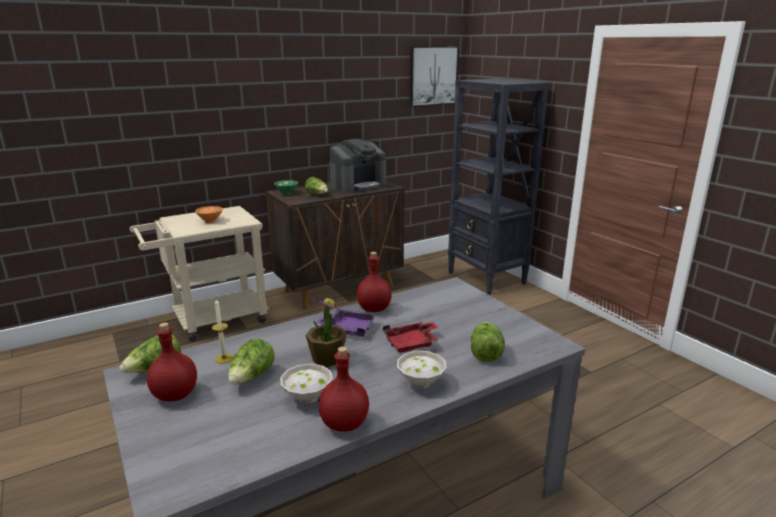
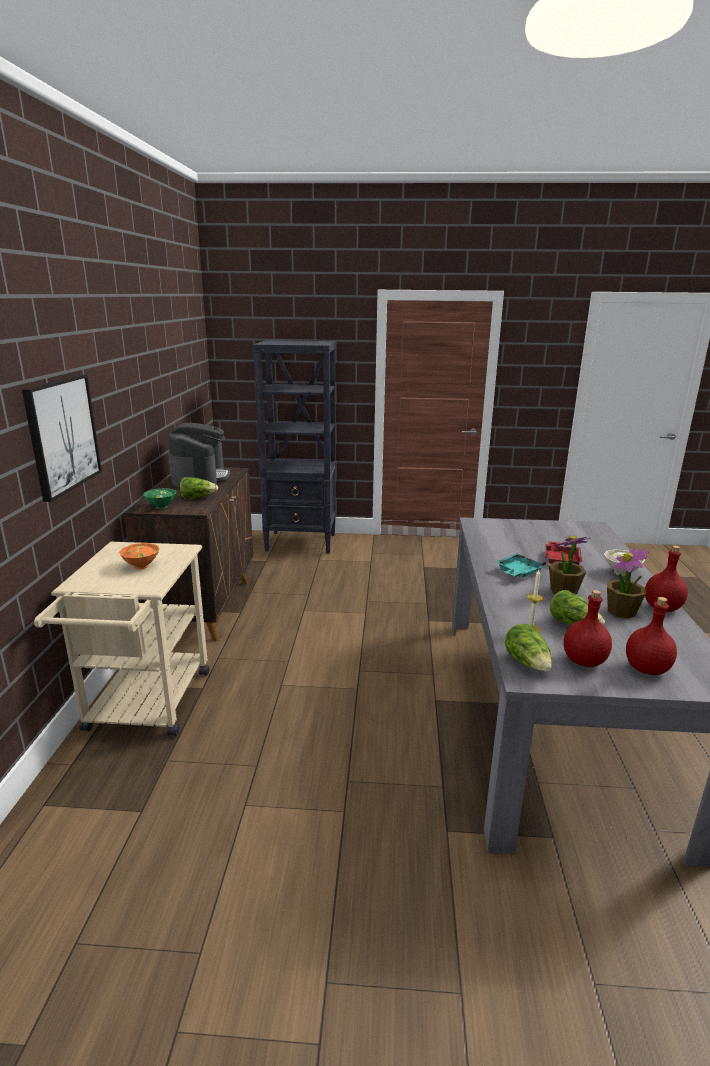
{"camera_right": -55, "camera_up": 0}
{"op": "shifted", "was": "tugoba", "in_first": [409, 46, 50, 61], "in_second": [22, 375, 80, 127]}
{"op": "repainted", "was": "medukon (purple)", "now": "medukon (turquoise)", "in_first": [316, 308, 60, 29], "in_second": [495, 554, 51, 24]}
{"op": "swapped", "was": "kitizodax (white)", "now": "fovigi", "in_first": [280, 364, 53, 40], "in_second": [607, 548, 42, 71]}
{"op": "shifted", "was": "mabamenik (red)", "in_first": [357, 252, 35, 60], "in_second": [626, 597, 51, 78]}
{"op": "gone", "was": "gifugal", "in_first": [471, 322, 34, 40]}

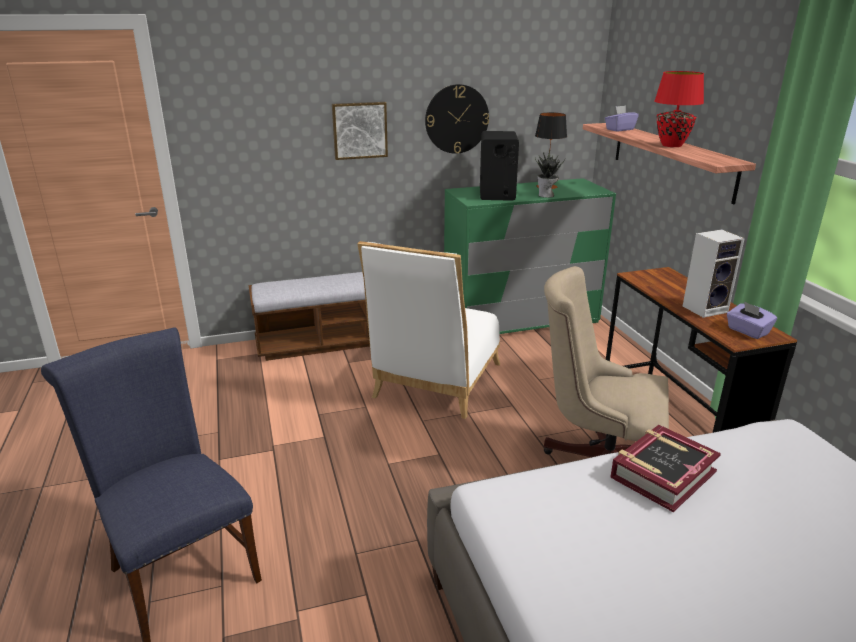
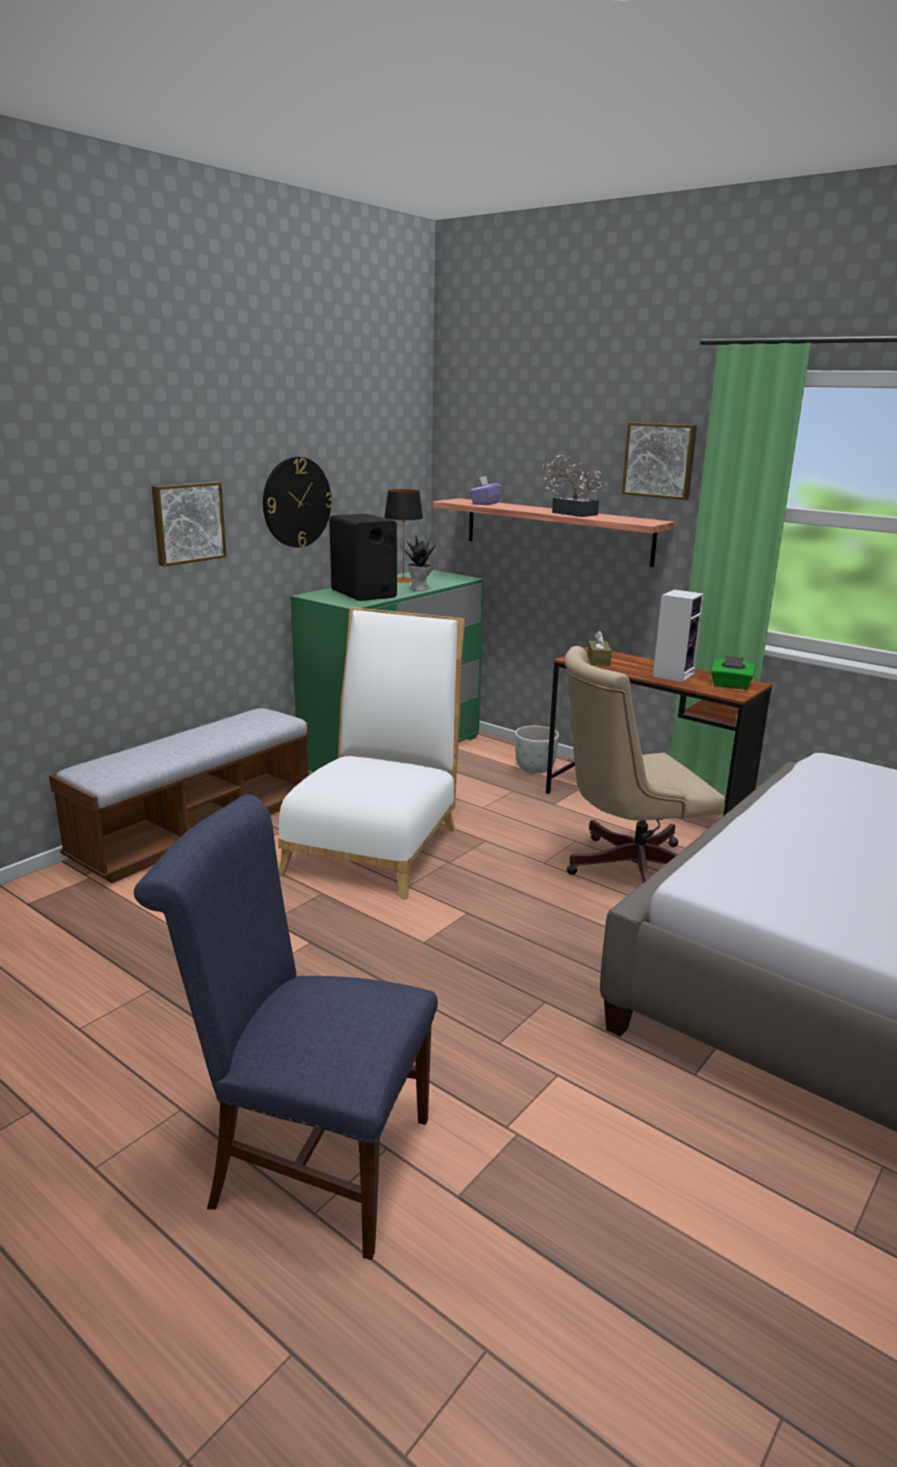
{"camera_right": -35, "camera_up": -5}
{"op": "rotated", "was": "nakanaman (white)", "in_first": [357, 241, 143, 178], "in_second": [278, 607, 187, 293], "clockwise": -150}
{"op": "new", "now": "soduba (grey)", "in_second": [515, 726, 44, 48]}
{"op": "swapped", "was": "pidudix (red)", "now": "fovigi", "in_first": [654, 71, 50, 76], "in_second": [542, 455, 66, 62]}
{"op": "new", "now": "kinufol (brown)", "in_second": [588, 630, 24, 36]}
{"op": "new", "now": "tugoba", "in_second": [622, 422, 75, 78]}
{"op": "repainted", "was": "kinufol (purple)", "now": "kinufol (green)", "in_first": [727, 301, 50, 38], "in_second": [711, 655, 45, 35]}
{"op": "gone", "was": "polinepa", "in_first": [610, 425, 111, 87]}

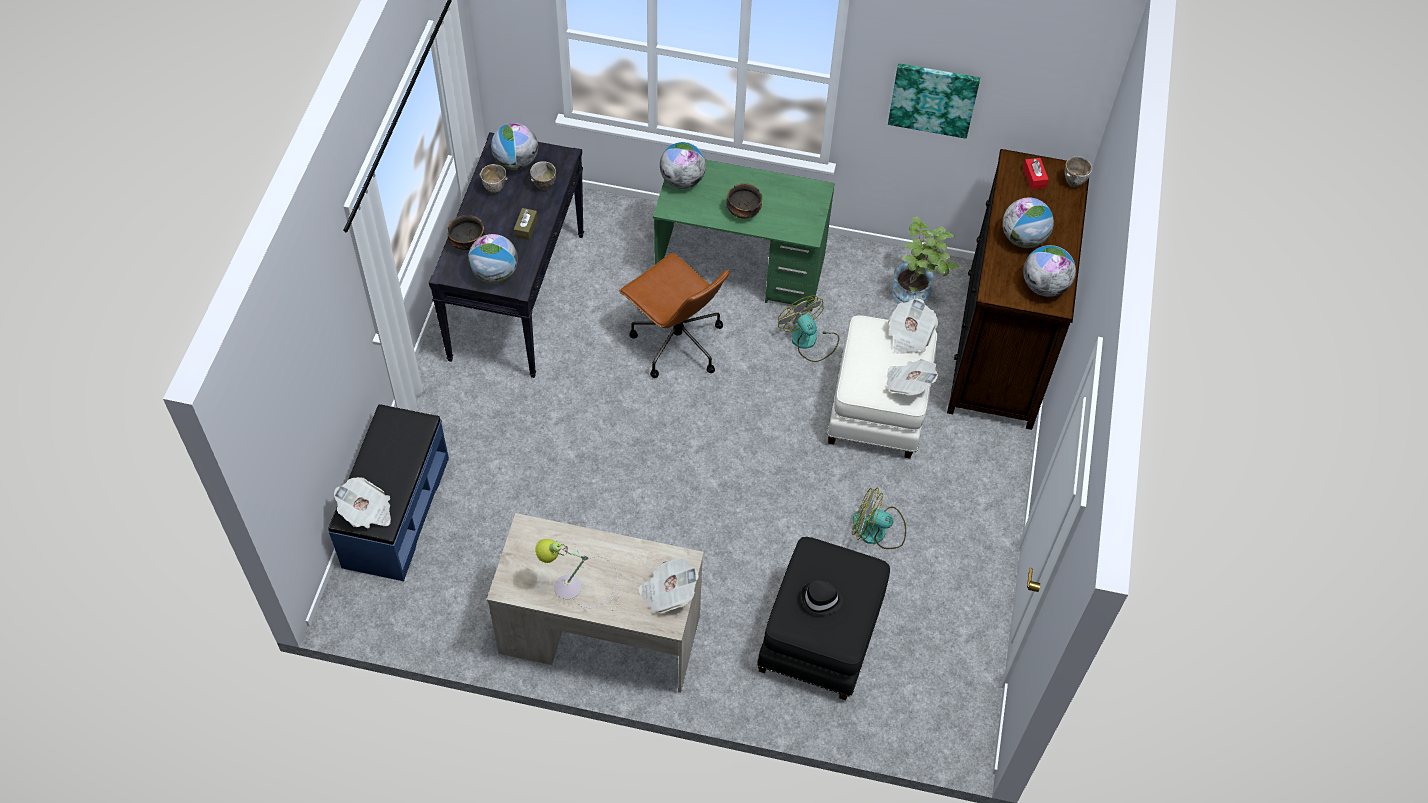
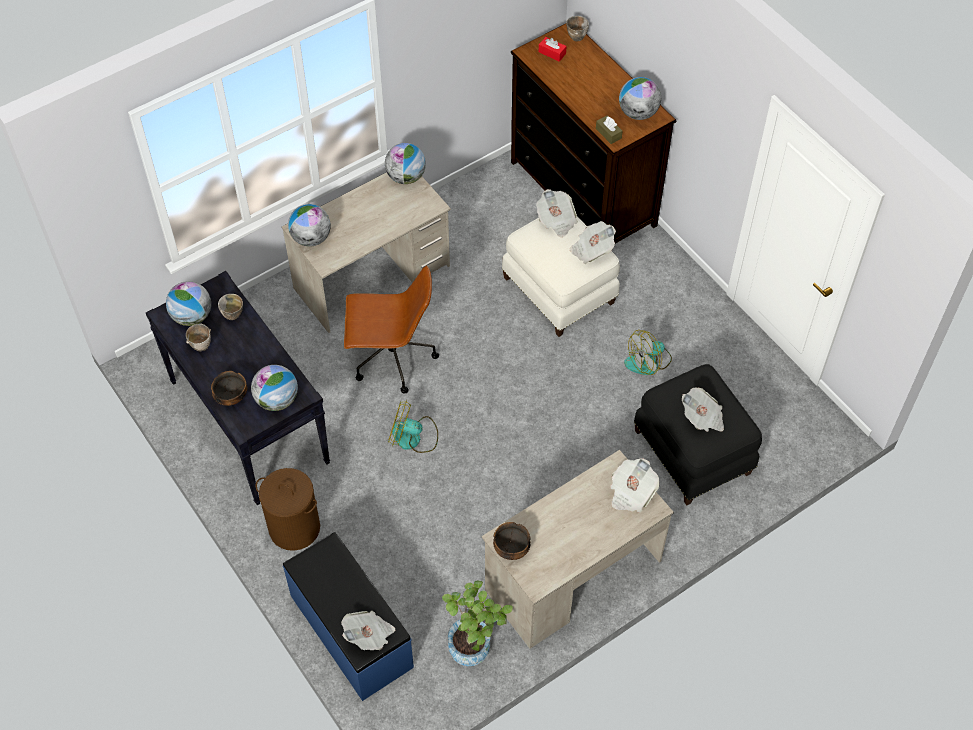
{"camera_right": -45, "camera_up": 0}
{"op": "new", "now": "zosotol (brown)", "in_second": [256, 468, 64, 83]}
{"op": "repainted", "was": "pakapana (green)", "now": "pakapana (beige)", "in_first": [653, 160, 182, 152], "in_second": [282, 172, 169, 161]}
{"op": "shifted", "was": "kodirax", "in_first": [1002, 198, 52, 50], "in_second": [385, 143, 41, 41]}
{"op": "shifted", "was": "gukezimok", "in_first": [778, 295, 61, 67], "in_second": [388, 400, 50, 53]}
{"op": "shifted", "was": "fovigi", "in_first": [892, 216, 67, 87], "in_second": [442, 581, 71, 85]}
{"op": "shifted", "was": "kitizodax", "in_first": [726, 184, 36, 35], "in_second": [493, 522, 38, 38]}
{"op": "shifted", "was": "kinufol (brown)", "in_first": [514, 208, 24, 32], "in_second": [596, 116, 27, 28]}
{"op": "swapped", "was": "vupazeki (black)", "now": "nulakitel", "in_first": [801, 580, 42, 36], "in_second": [682, 387, 42, 45]}
{"op": "gone", "was": "pidudix", "in_first": [535, 538, 84, 73]}
{"op": "gone", "was": "tugoba", "in_first": [888, 63, 92, 76]}

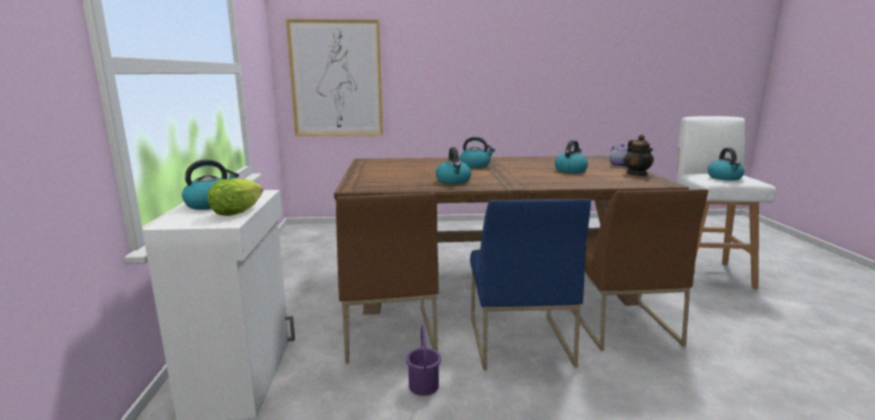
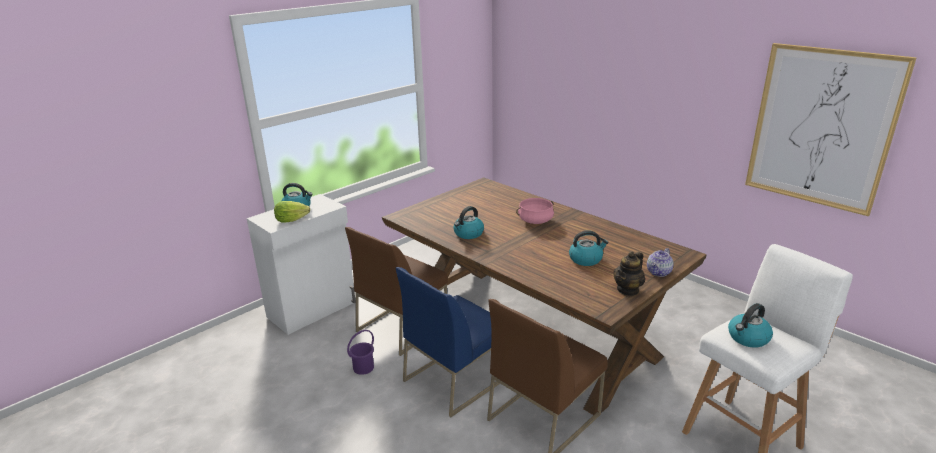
{"camera_right": 50, "camera_up": 10}
{"op": "swapped", "was": "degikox", "now": "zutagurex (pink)", "in_first": [460, 137, 35, 31], "in_second": [516, 198, 38, 26]}
{"op": "shifted", "was": "tugoba", "in_first": [286, 19, 97, 117], "in_second": [745, 43, 172, 173]}

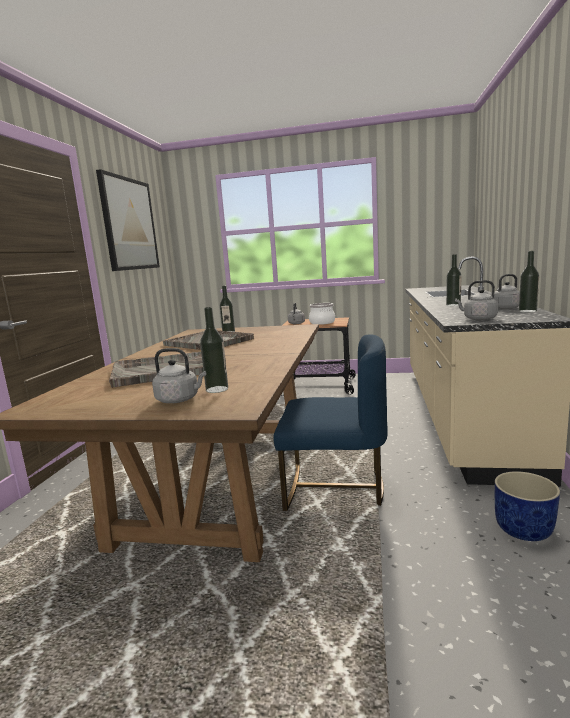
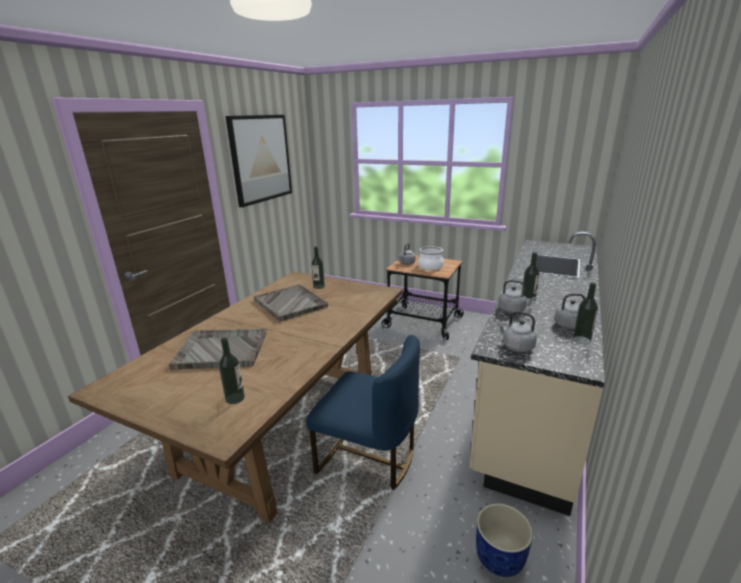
{"camera_right": 15, "camera_up": 10}
{"op": "shifted", "was": "degikox (grey)", "in_first": [152, 348, 54, 55], "in_second": [498, 280, 38, 33]}

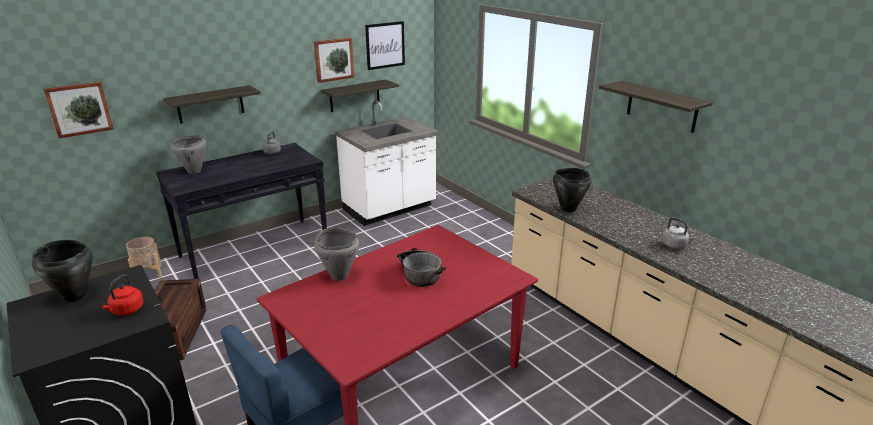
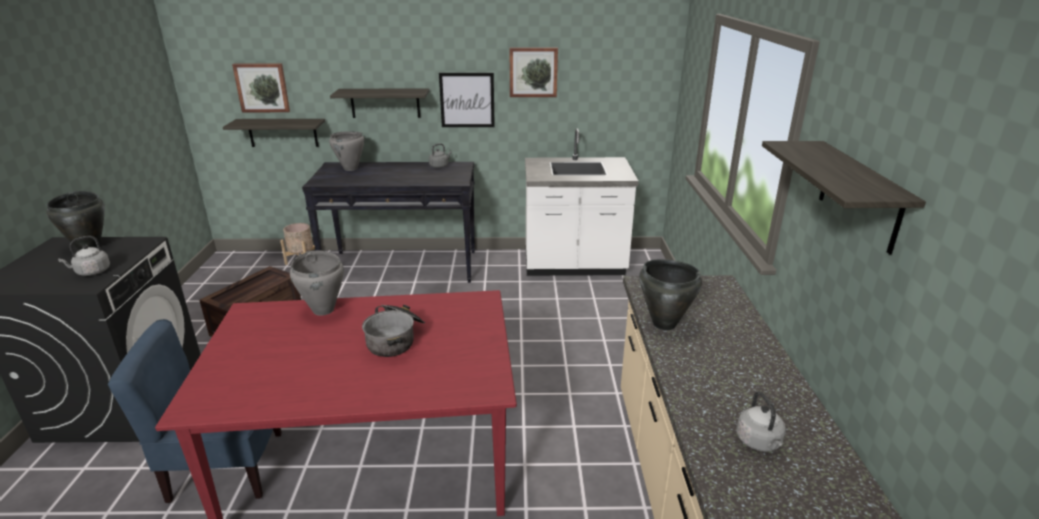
{"camera_right": 35, "camera_up": 0}
{"op": "repainted", "was": "degikox (red)", "now": "degikox (grey)", "in_first": [101, 275, 43, 41], "in_second": [58, 236, 52, 40]}
{"op": "shifted", "was": "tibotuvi", "in_first": [321, 79, 78, 33], "in_second": [223, 119, 102, 28]}
{"op": "shifted", "was": "tugoba", "in_first": [365, 21, 40, 49], "in_second": [439, 73, 56, 54]}

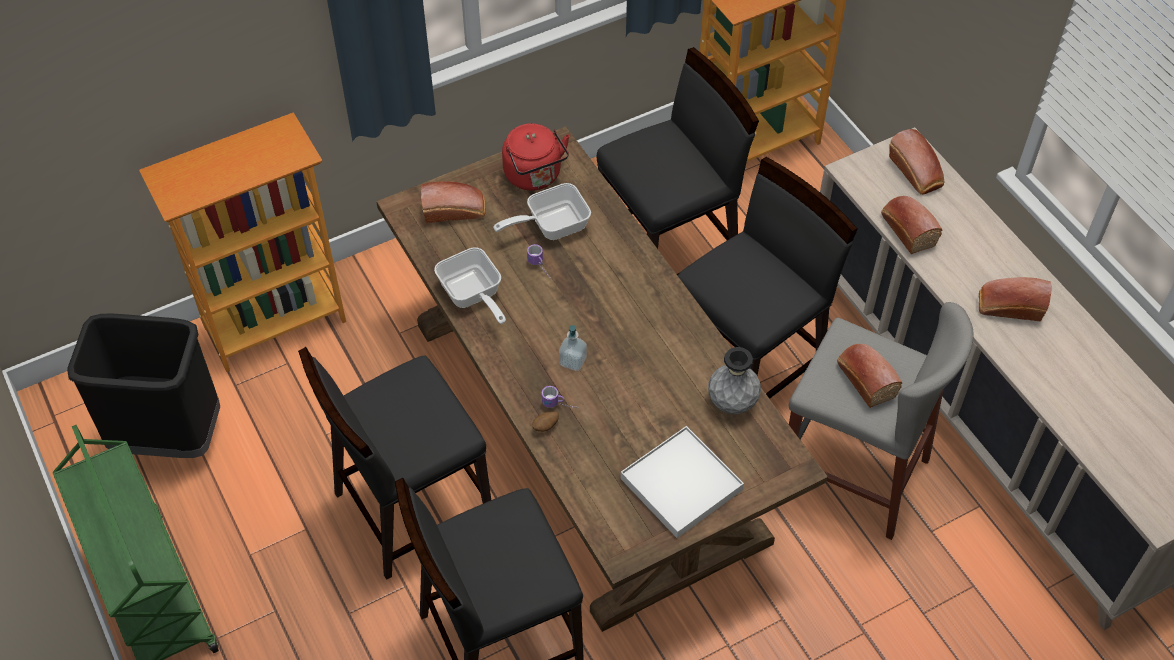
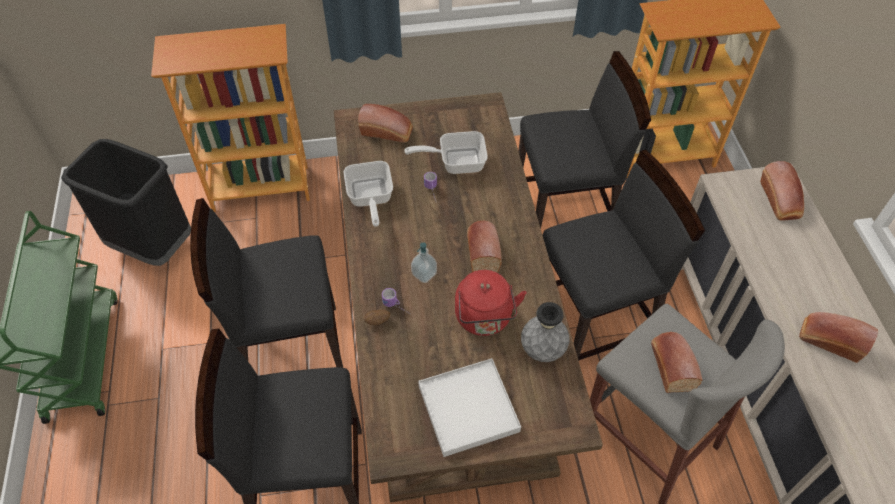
{"camera_right": 20, "camera_up": 0}
{"op": "shifted", "was": "degikox (red)", "in_first": [502, 123, 68, 67], "in_second": [455, 270, 71, 66]}
{"op": "shifted", "was": "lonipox", "in_first": [881, 196, 61, 58], "in_second": [467, 221, 35, 52]}

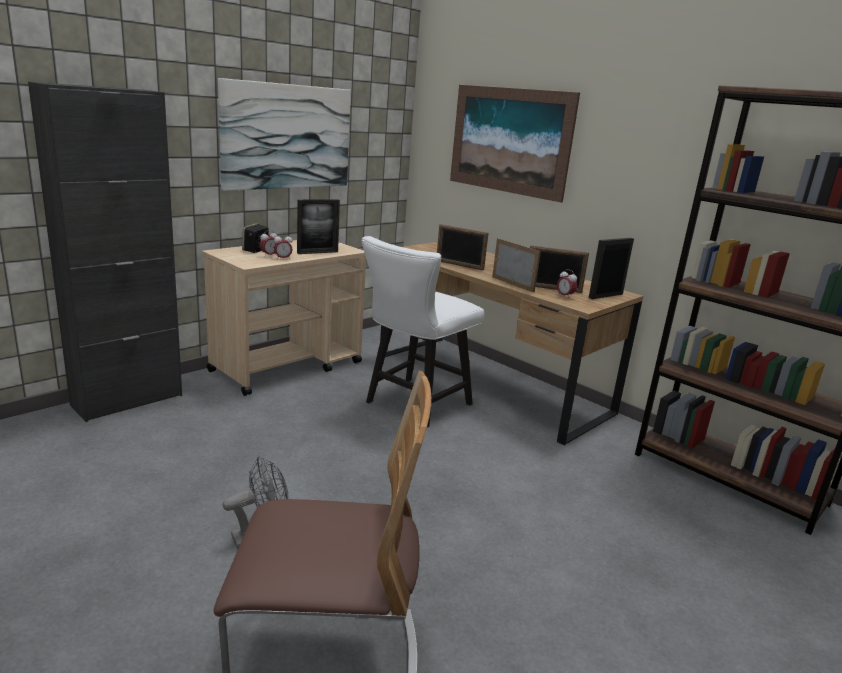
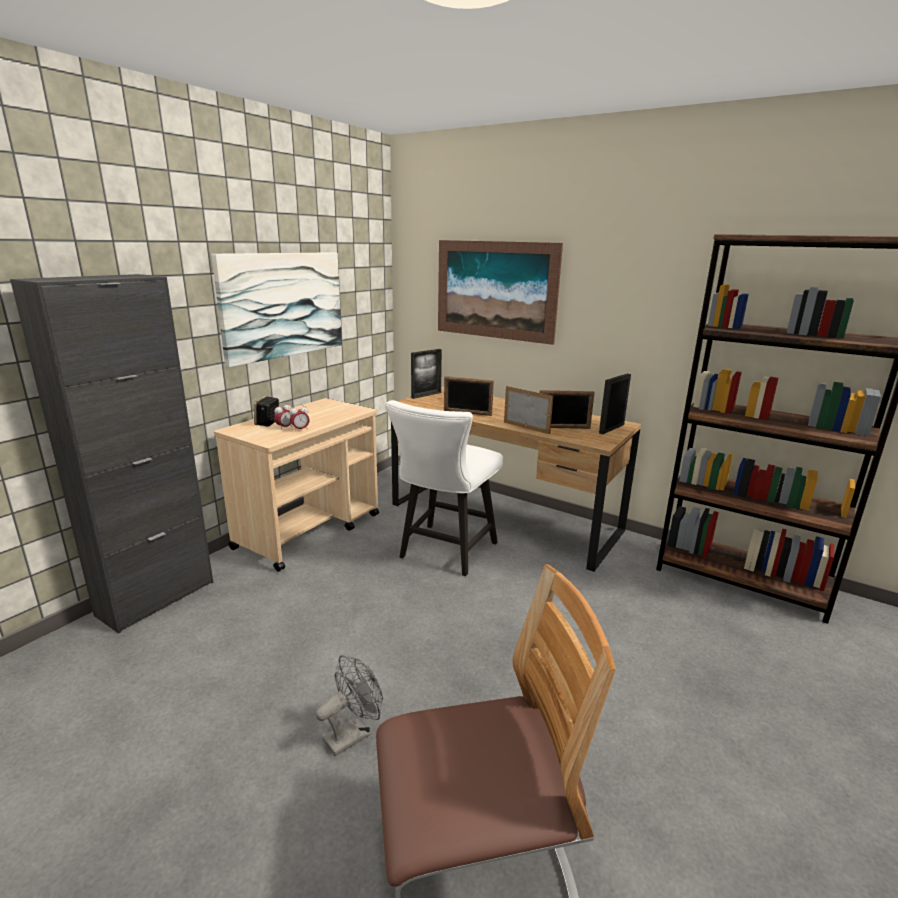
{"camera_right": -10, "camera_up": 0}
{"op": "shifted", "was": "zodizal", "in_first": [297, 199, 43, 55], "in_second": [411, 349, 31, 50]}
{"op": "gone", "was": "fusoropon", "in_first": [557, 269, 20, 30]}

